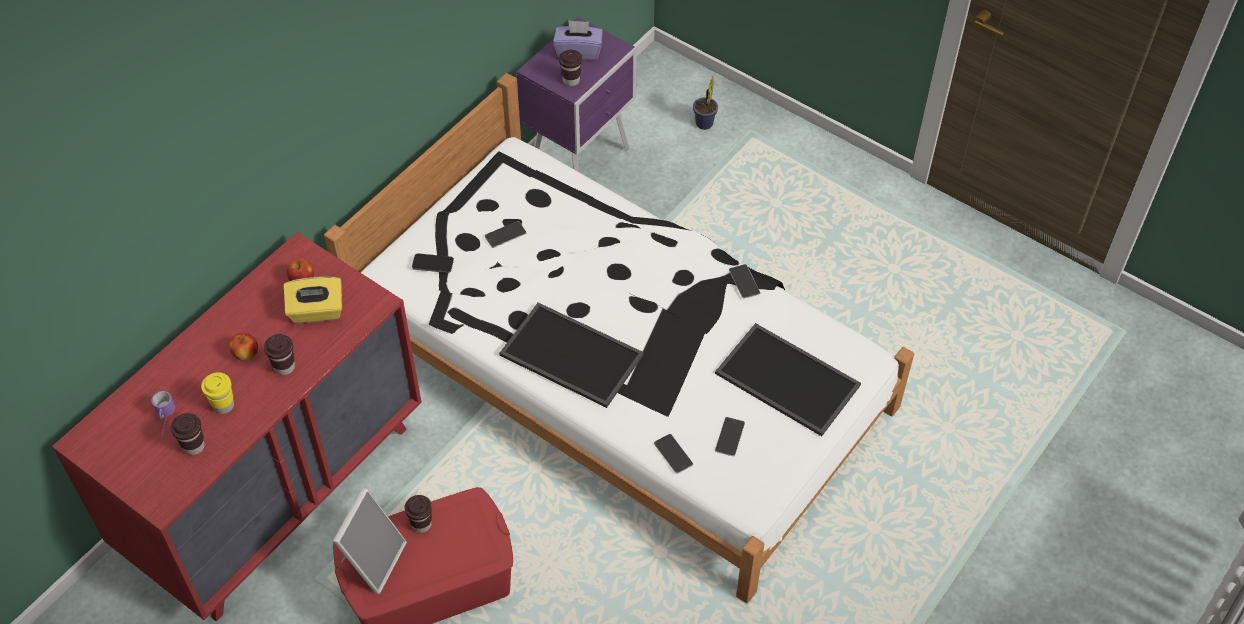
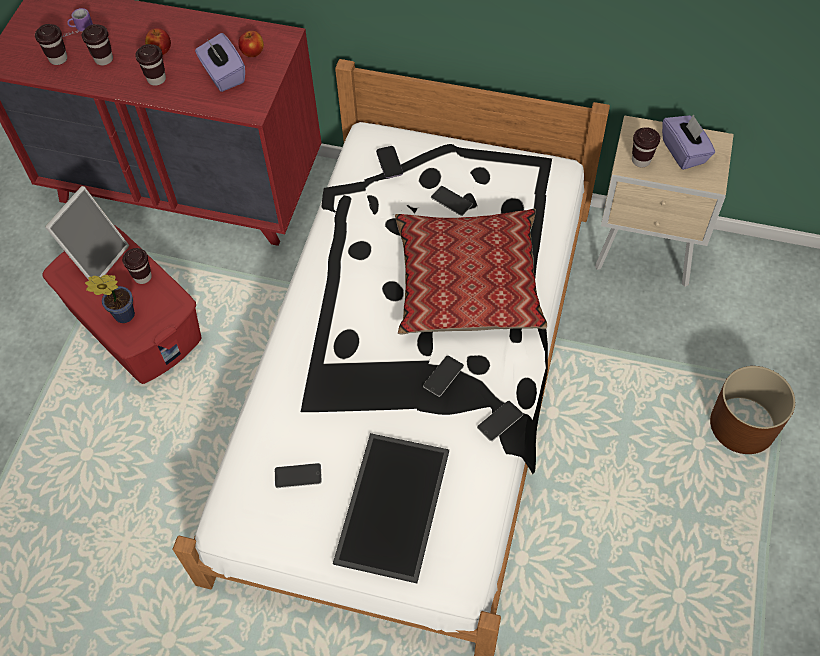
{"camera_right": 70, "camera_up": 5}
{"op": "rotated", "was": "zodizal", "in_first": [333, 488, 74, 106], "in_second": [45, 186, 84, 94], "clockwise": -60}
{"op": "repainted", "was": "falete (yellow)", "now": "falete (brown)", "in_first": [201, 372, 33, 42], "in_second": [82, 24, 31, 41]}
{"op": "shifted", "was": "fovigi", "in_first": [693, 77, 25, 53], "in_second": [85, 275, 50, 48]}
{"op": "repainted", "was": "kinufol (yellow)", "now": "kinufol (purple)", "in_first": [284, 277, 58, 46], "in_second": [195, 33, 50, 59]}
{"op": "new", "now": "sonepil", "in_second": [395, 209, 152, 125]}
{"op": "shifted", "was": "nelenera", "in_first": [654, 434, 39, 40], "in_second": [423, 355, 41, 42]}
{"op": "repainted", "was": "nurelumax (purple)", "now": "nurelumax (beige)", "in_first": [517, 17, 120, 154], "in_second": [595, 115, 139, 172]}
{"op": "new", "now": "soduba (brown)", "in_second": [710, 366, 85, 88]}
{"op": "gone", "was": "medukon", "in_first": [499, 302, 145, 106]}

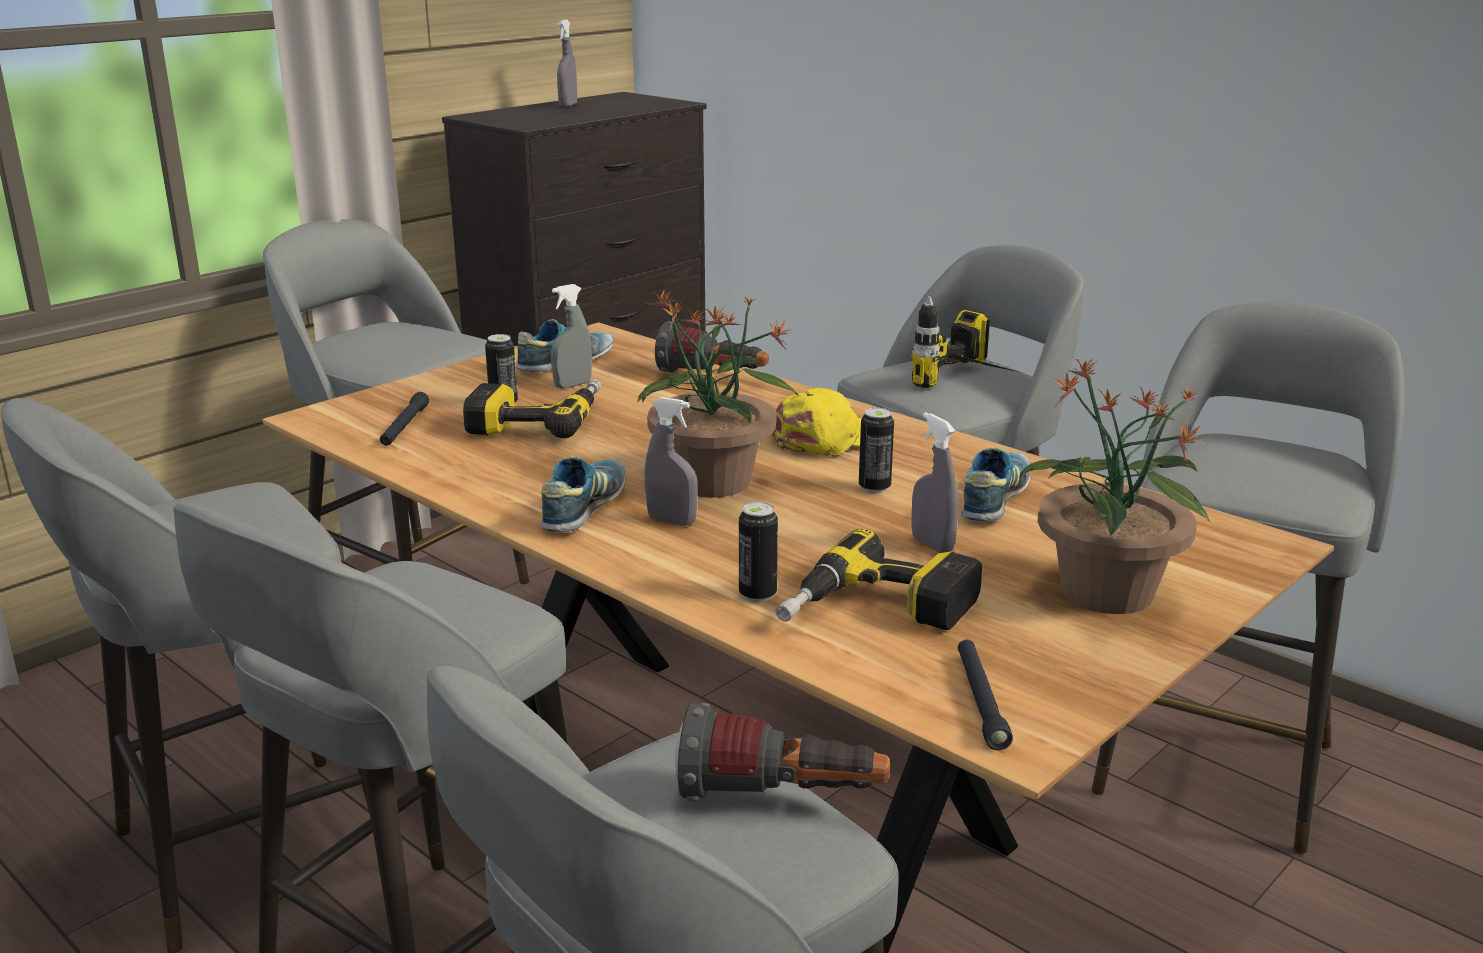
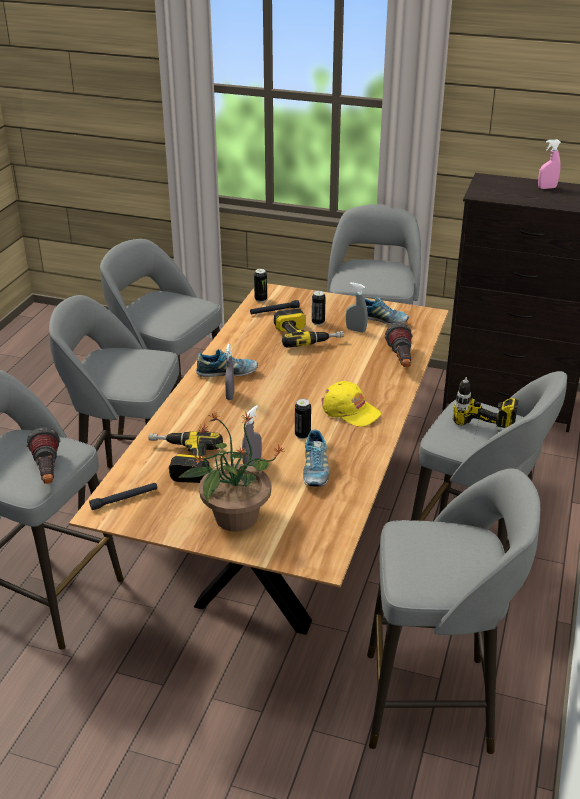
{"camera_right": 65, "camera_up": 10}
{"op": "shifted", "was": "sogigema", "in_first": [739, 502, 39, 100], "in_second": [254, 269, 13, 33]}
{"op": "rotated", "was": "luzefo", "in_first": [961, 448, 69, 73], "in_second": [303, 430, 26, 57], "clockwise": 90}
{"op": "repainted", "was": "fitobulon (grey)", "now": "fitobulon (pink)", "in_first": [557, 20, 20, 87], "in_second": [538, 140, 23, 49]}
{"op": "gone", "was": "fovigi", "in_first": [637, 289, 162, 209]}

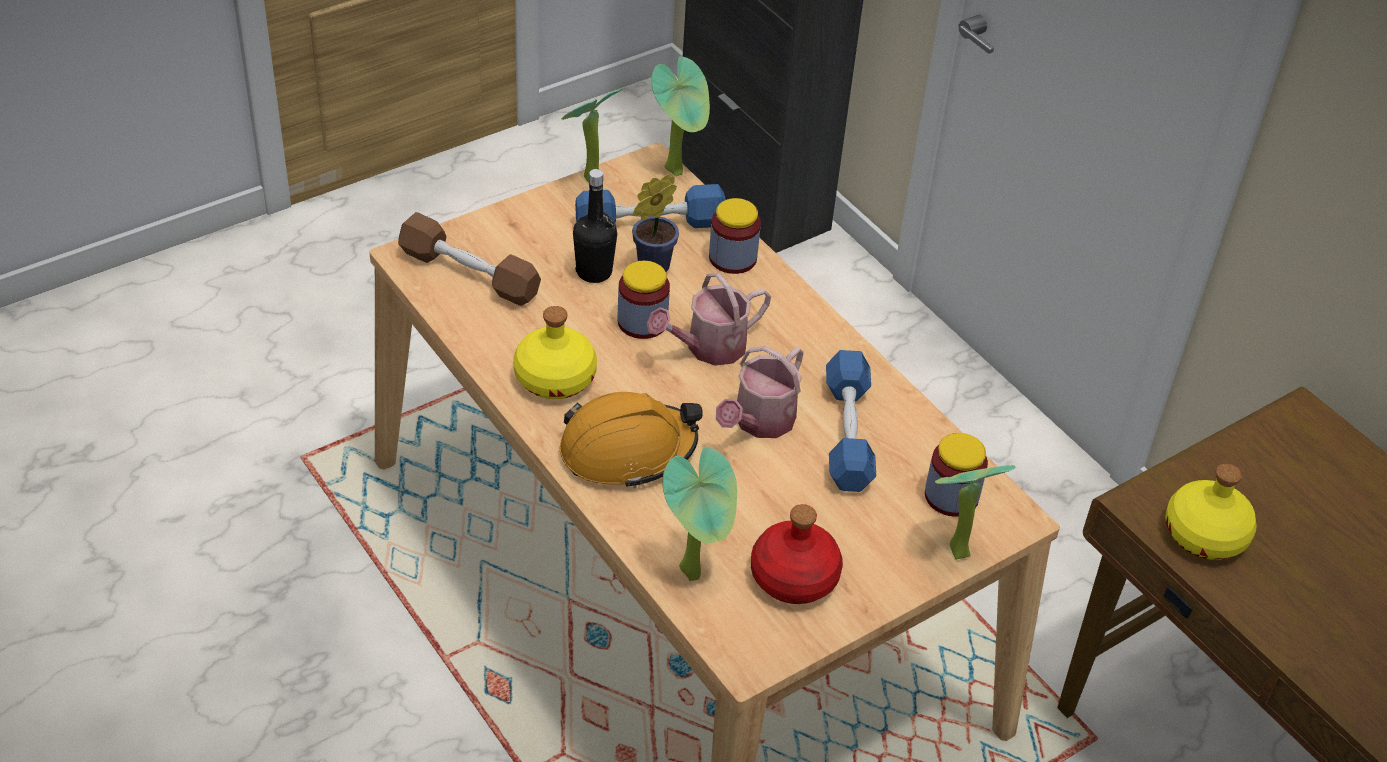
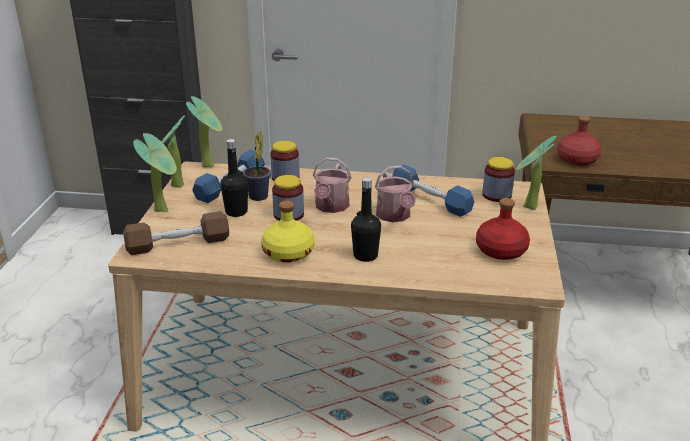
{"camera_right": -45, "camera_up": -15}
{"op": "shifted", "was": "fovigi", "in_first": [662, 447, 75, 134], "in_second": [133, 133, 44, 80]}
{"op": "swapped", "was": "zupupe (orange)", "now": "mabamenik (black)", "in_first": [559, 392, 144, 96], "in_second": [351, 177, 30, 85]}
{"op": "repainted", "was": "mabamenik (yellow)", "now": "mabamenik (red)", "in_first": [1165, 463, 92, 97], "in_second": [557, 116, 44, 50]}

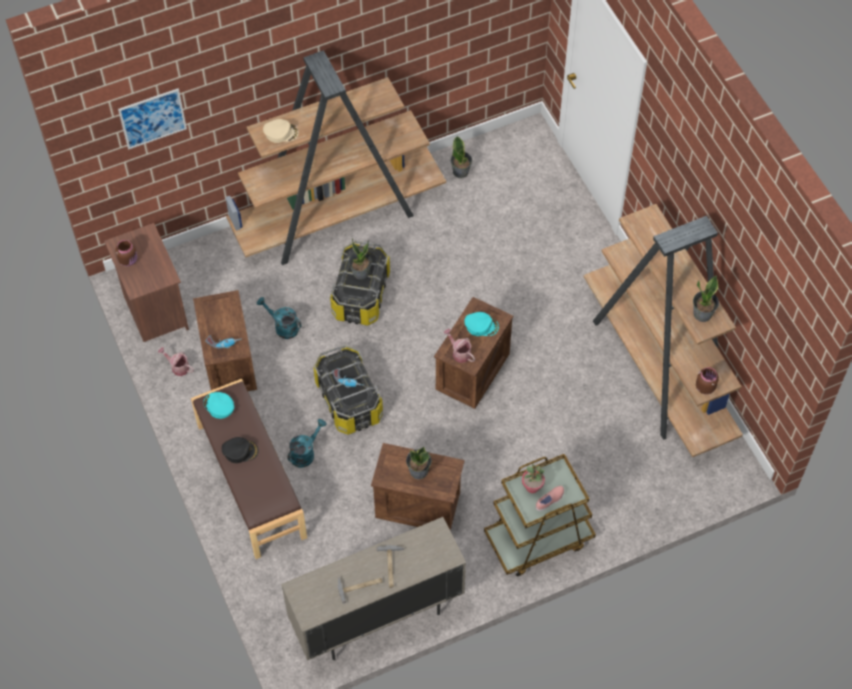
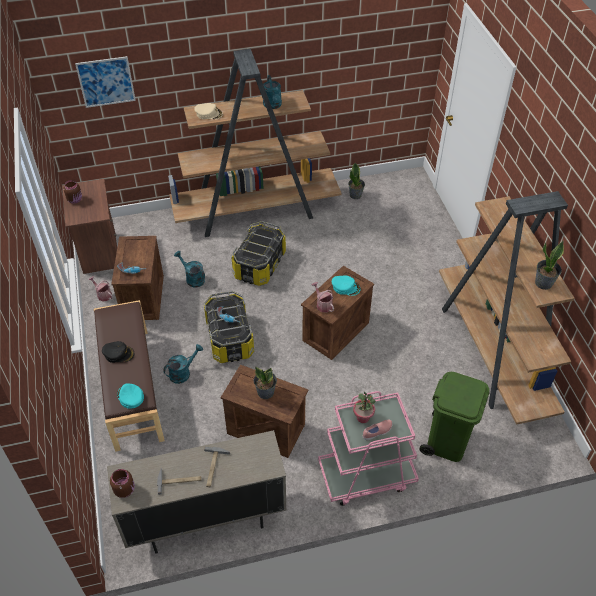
{"camera_right": 10, "camera_up": -10}
{"op": "shifted", "was": "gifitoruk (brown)", "in_first": [696, 367, 23, 27], "in_second": [110, 469, 25, 29]}
{"op": "shifted", "was": "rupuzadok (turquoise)", "in_first": [203, 392, 31, 27], "in_second": [117, 383, 27, 26]}
{"op": "new", "now": "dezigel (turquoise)", "in_second": [263, 75, 19, 34]}
{"op": "repainted", "was": "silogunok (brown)", "now": "silogunok (pink)", "in_first": [484, 454, 112, 122], "in_second": [318, 391, 101, 115]}
{"op": "new", "now": "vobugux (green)", "in_second": [419, 372, 71, 90]}
{"op": "gone", "was": "fovigi", "in_first": [349, 238, 23, 42]}

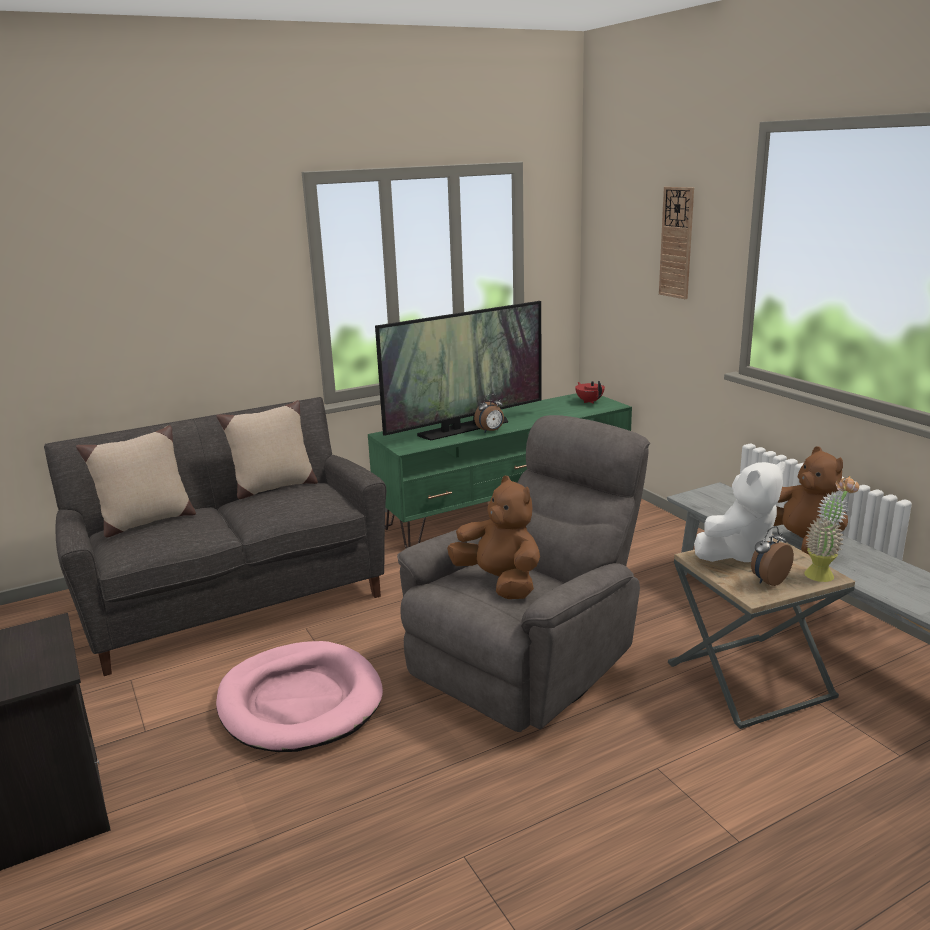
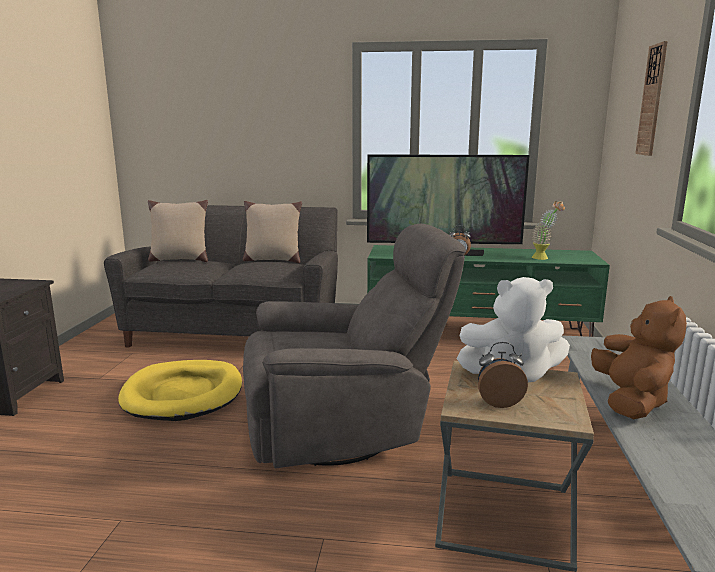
{"camera_right": 35, "camera_up": -5}
{"op": "repainted", "was": "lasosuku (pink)", "now": "lasosuku (yellow)", "in_first": [216, 641, 167, 111], "in_second": [118, 360, 124, 61]}
{"op": "shifted", "was": "fovigi", "in_first": [804, 476, 55, 106], "in_second": [532, 201, 33, 59]}
{"op": "gone", "was": "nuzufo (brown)", "in_first": [447, 476, 93, 123]}
{"op": "gone", "was": "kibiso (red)", "in_first": [575, 381, 30, 23]}

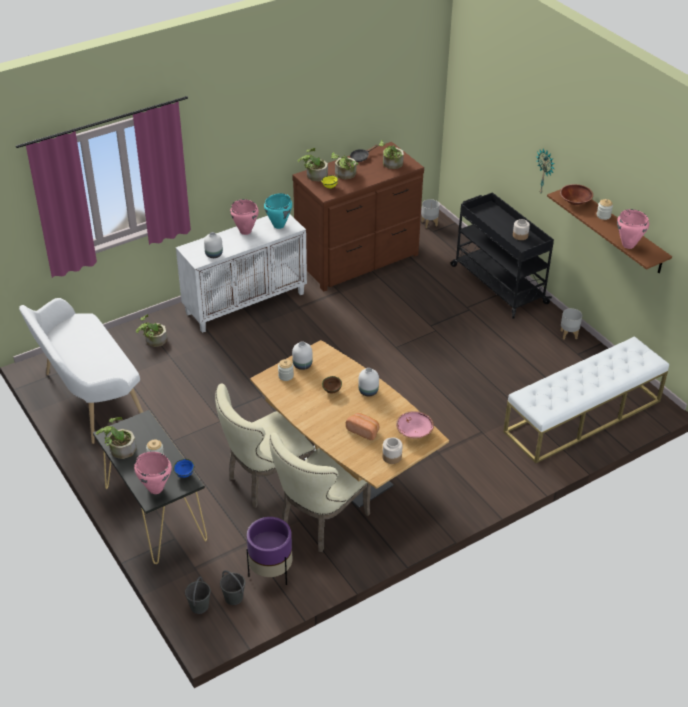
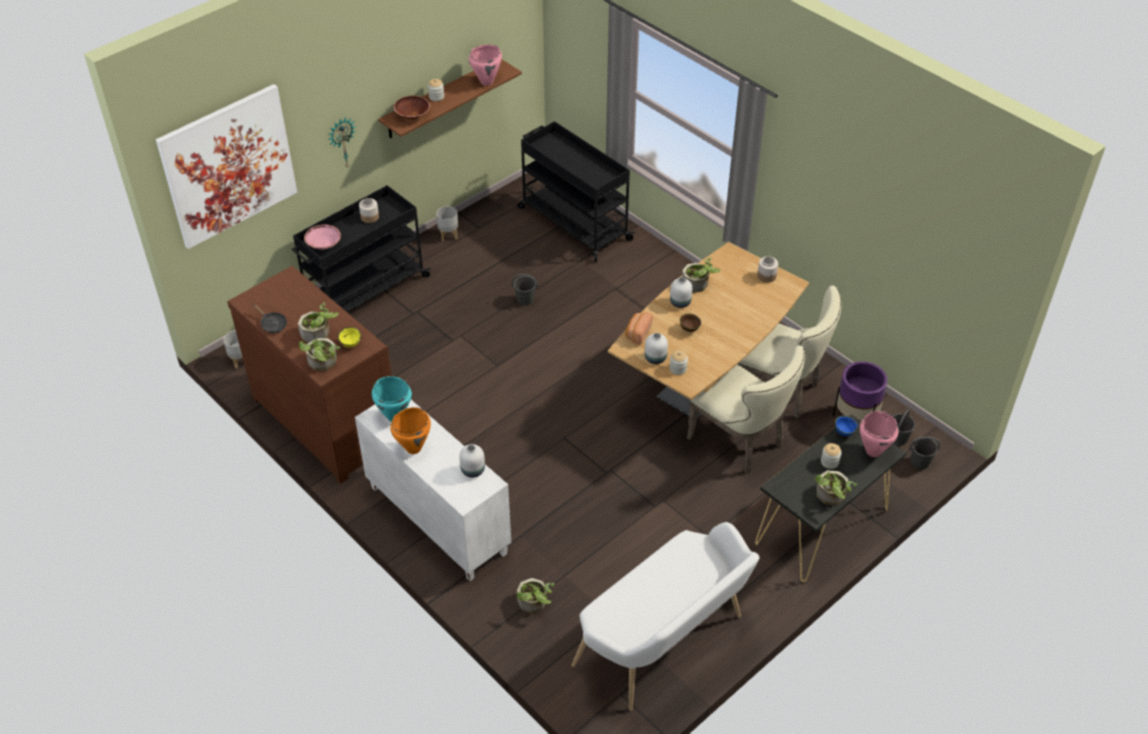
{"camera_right": -100, "camera_up": 5}
{"op": "new", "now": "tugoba", "in_second": [156, 84, 141, 165]}
{"op": "shifted", "was": "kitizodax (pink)", "in_first": [396, 411, 38, 27], "in_second": [304, 224, 37, 26]}
{"op": "repainted", "was": "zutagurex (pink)", "now": "zutagurex (orange)", "in_first": [230, 199, 29, 36], "in_second": [390, 407, 41, 47]}
{"op": "new", "now": "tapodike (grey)", "in_second": [512, 274, 26, 32]}
{"op": "swapped", "was": "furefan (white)", "now": "silogunok (black)", "in_first": [503, 336, 166, 127], "in_second": [517, 121, 118, 141]}
{"op": "shifted", "was": "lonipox", "in_first": [346, 413, 33, 27], "in_second": [625, 313, 28, 32]}
{"op": "shifted", "was": "fovigi", "in_first": [379, 140, 25, 29], "in_second": [682, 258, 39, 35]}

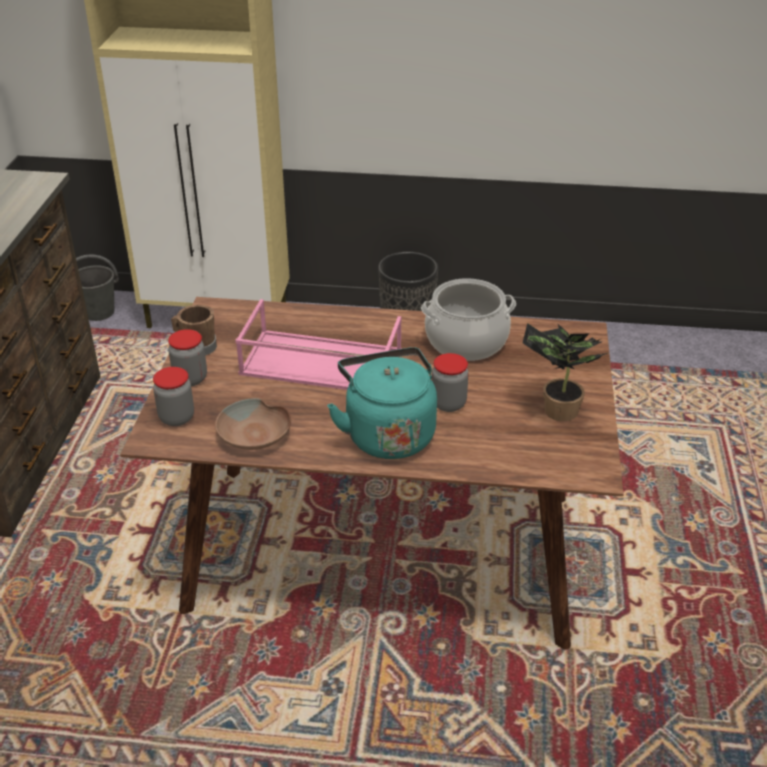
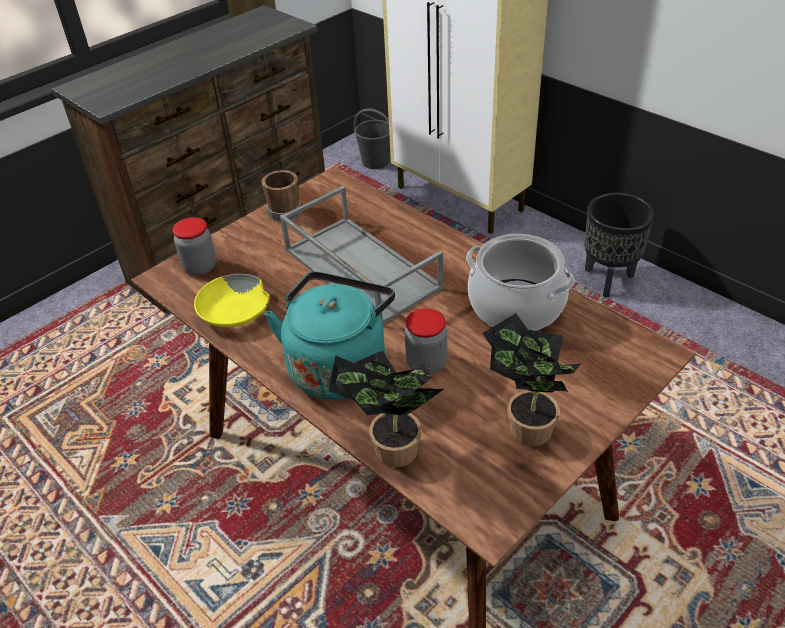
{"camera_right": 40, "camera_up": 5}
{"op": "repainted", "was": "kitizodax (brown)", "now": "kitizodax (yellow)", "in_first": [215, 398, 76, 52], "in_second": [194, 274, 77, 53]}
{"op": "repainted", "was": "medukon (pink)", "now": "medukon (grey)", "in_first": [235, 299, 167, 91], "in_second": [280, 186, 164, 138]}
{"op": "new", "now": "fovigi", "in_second": [328, 350, 116, 117]}
{"op": "gone", "was": "gifitoruk", "in_first": [168, 329, 39, 57]}

